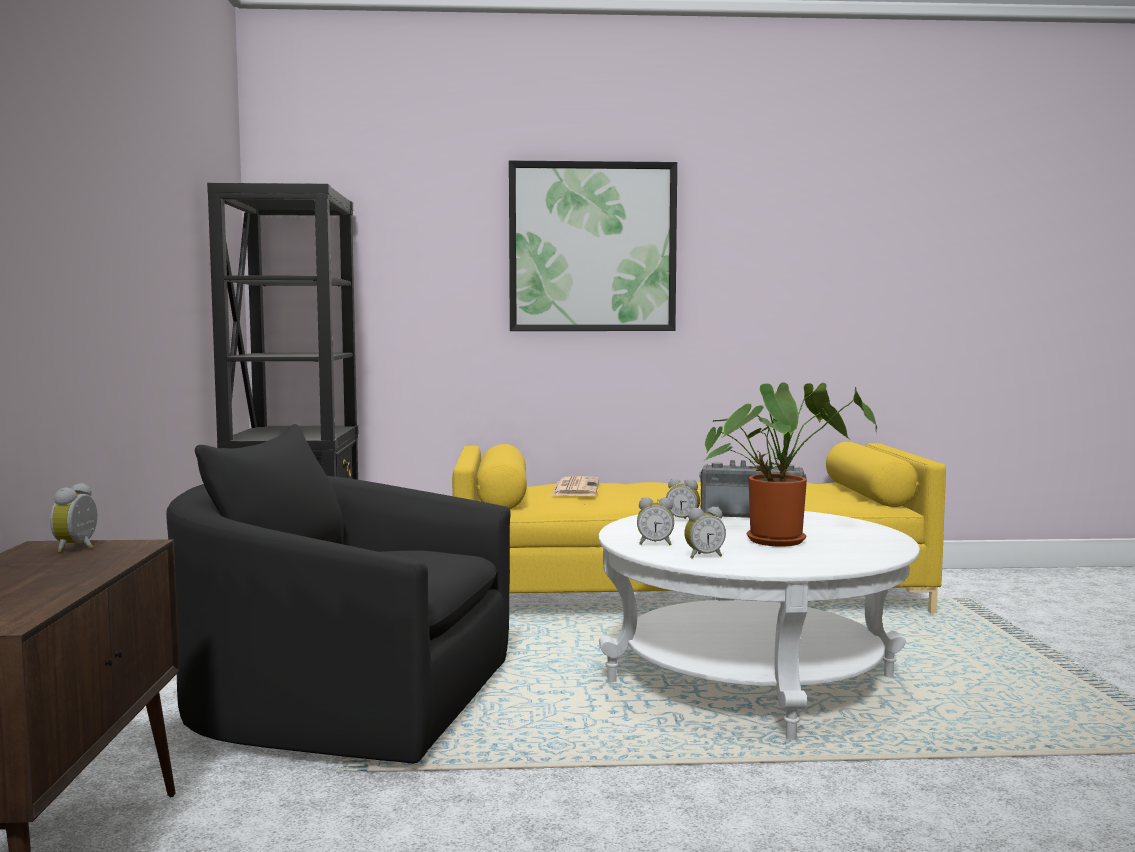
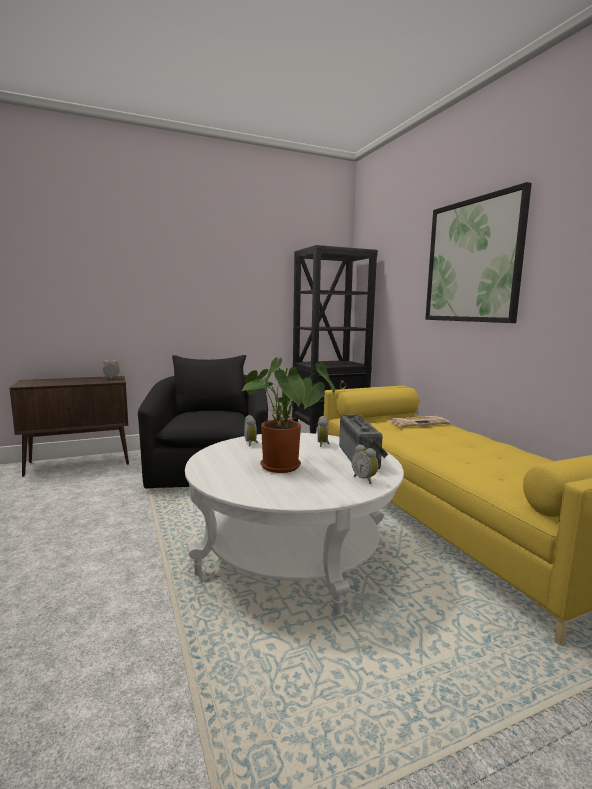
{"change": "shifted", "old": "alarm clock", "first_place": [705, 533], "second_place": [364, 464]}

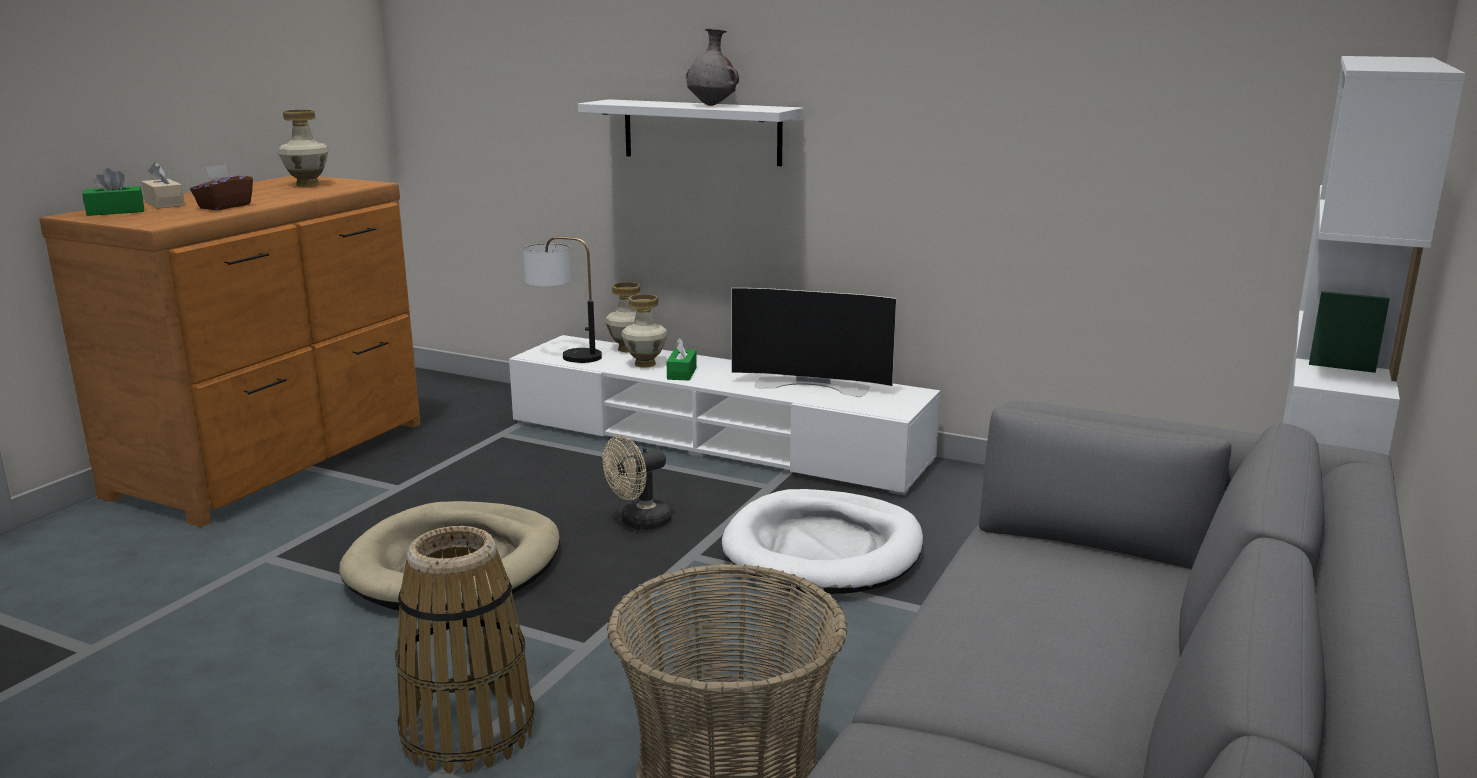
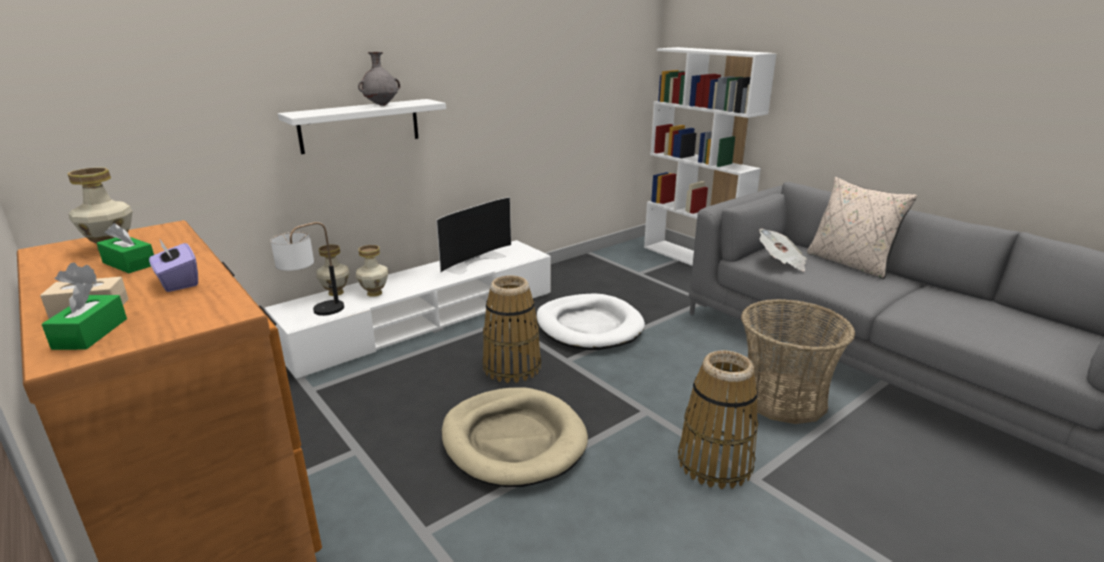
{"change": "shifted", "old": "tissue box/green", "first_place": [682, 359], "second_place": [125, 248]}
{"change": "repainted", "old": "tissue box/brown", "new": "tissue box/purple", "first_place": [221, 187], "second_place": [173, 265]}
{"change": "swapped", "old": "fan/beige", "new": "basket", "first_place": [637, 483], "second_place": [511, 329]}
{"change": "new", "new": "newspaper", "second_place": [783, 250]}
{"change": "new", "new": "pillow/beige", "second_place": [862, 228]}

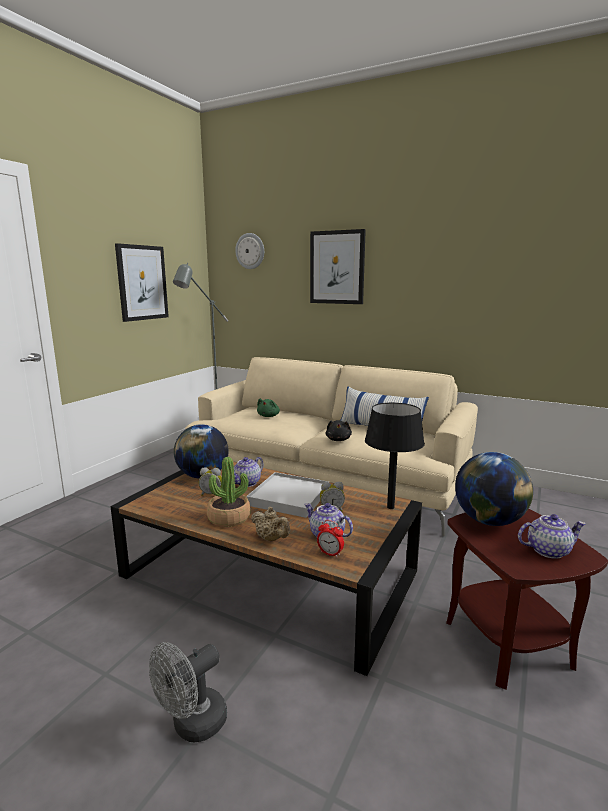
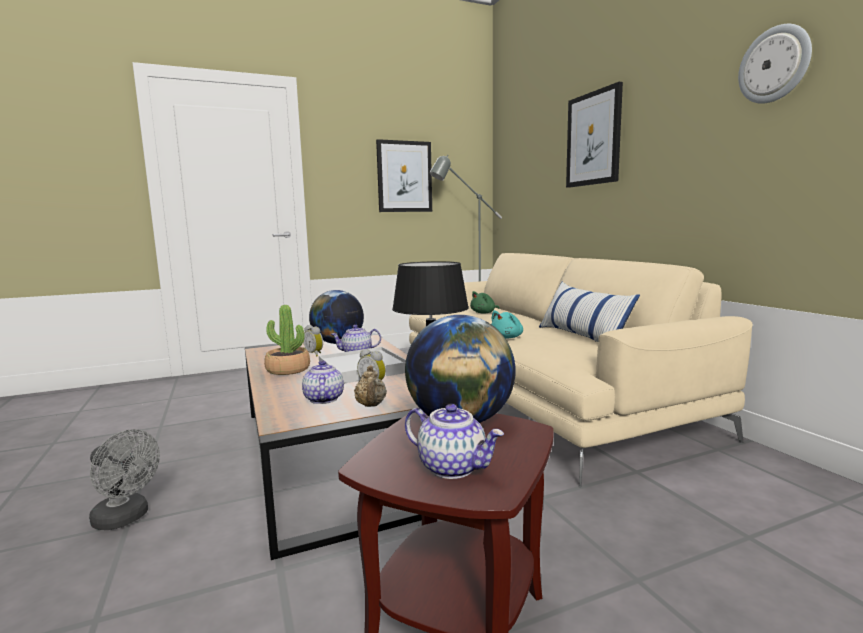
{"change": "rotated", "old": "fan/grey", "first_place": [188, 692], "second_place": [124, 479], "degrees": -150}
{"change": "shifted", "old": "teapot/beige", "first_place": [270, 524], "second_place": [370, 386]}
{"change": "repainted", "old": "plush toy/black", "new": "plush toy/turquoise", "first_place": [338, 430], "second_place": [507, 324]}
{"change": "shifted", "old": "wall clock", "first_place": [249, 251], "second_place": [775, 64]}
{"change": "gone", "old": "alarm clock", "first_place": [330, 539]}

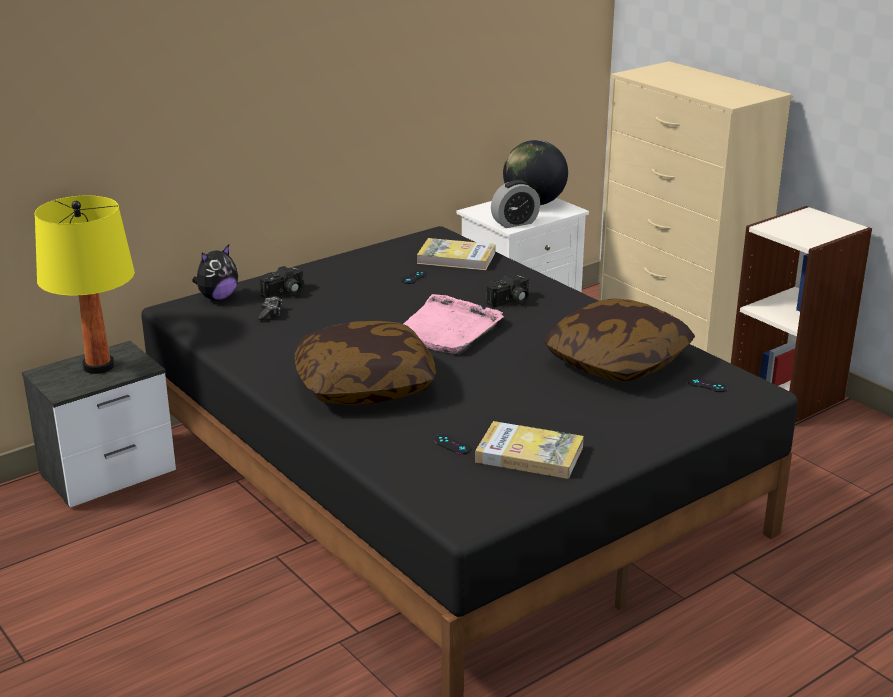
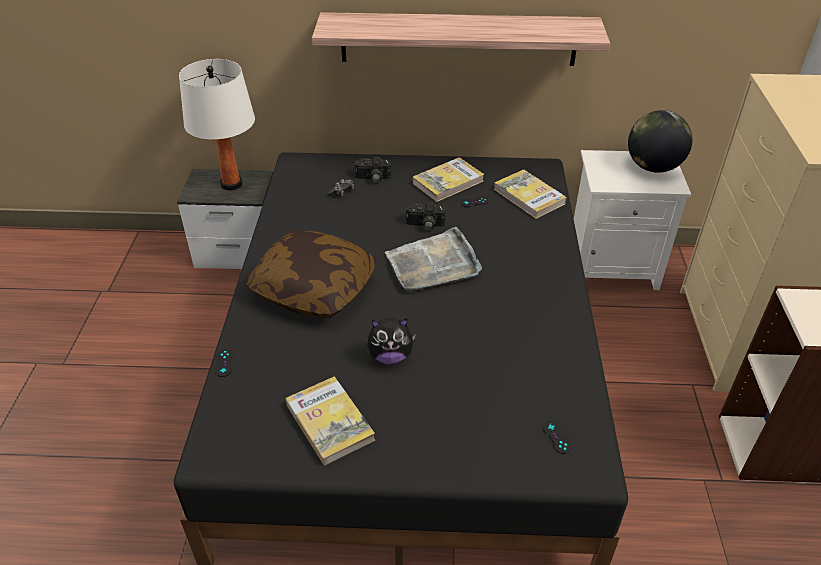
{"change": "repainted", "old": "table lamp/yellow", "new": "table lamp/white", "first_place": [85, 284], "second_place": [217, 124]}
{"change": "shifted", "old": "game controller/black", "first_place": [452, 445], "second_place": [224, 363]}
{"change": "new", "new": "shelf", "second_place": [461, 39]}
{"change": "shifted", "old": "plush toy", "first_place": [215, 273], "second_place": [391, 341]}
{"change": "repainted", "old": "tray/pink", "new": "tray/grey", "first_place": [454, 324], "second_place": [433, 259]}
{"change": "shifted", "old": "photo camera", "first_place": [507, 290], "second_place": [425, 216]}
{"change": "new", "new": "book", "second_place": [448, 179]}
{"change": "gone", "old": "alarm clock", "first_place": [515, 204]}
{"change": "gone", "old": "pillow", "first_place": [619, 340]}

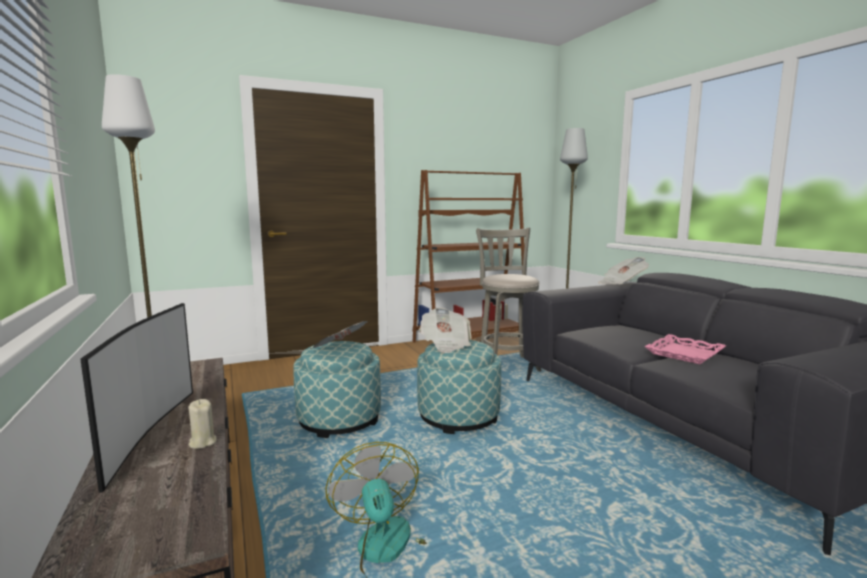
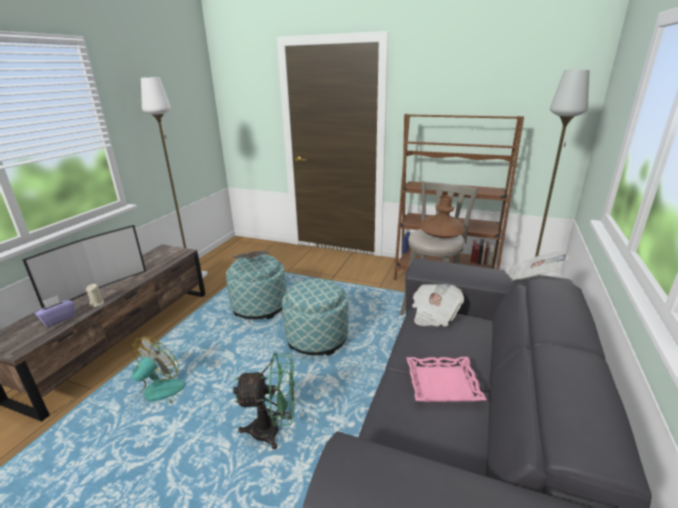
{"change": "new", "new": "tissue box/purple", "second_place": [55, 311]}
{"change": "new", "new": "fan/green", "second_place": [264, 401]}
{"change": "shifted", "old": "newspaper", "first_place": [445, 330], "second_place": [438, 305]}
{"change": "new", "new": "vase/brown", "second_place": [442, 216]}

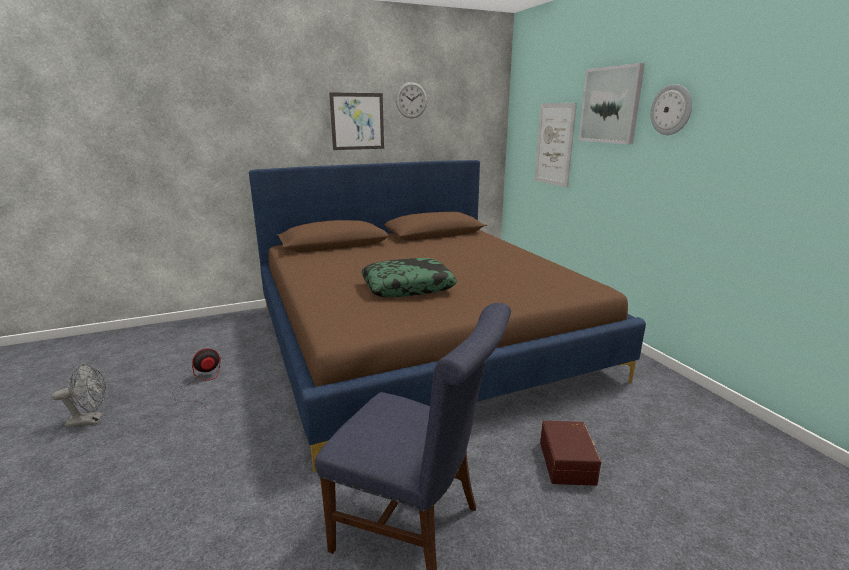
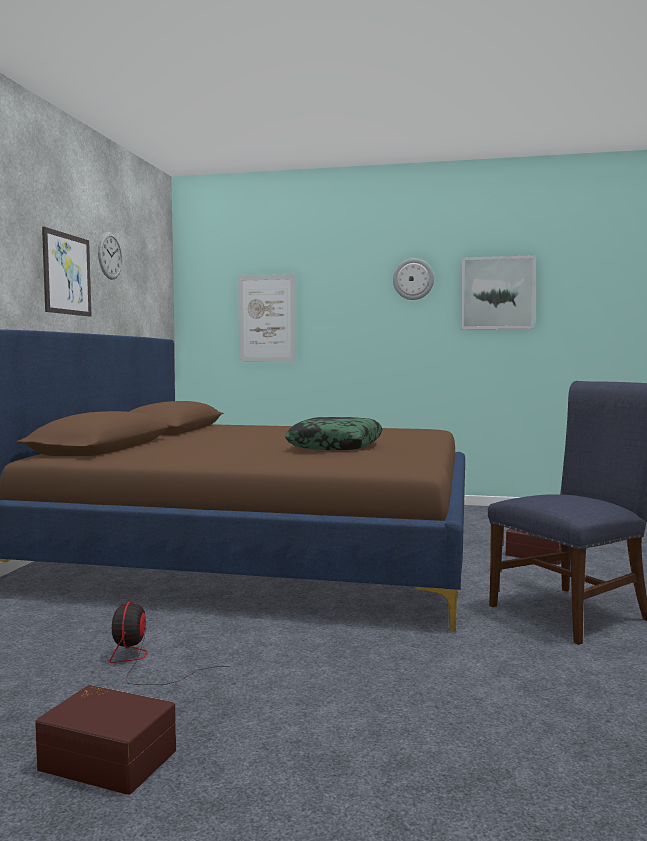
{"change": "swapped", "old": "fan/grey", "new": "storage box/brown", "first_place": [79, 396], "second_place": [105, 740]}
{"change": "shifted", "old": "picture", "first_place": [612, 103], "second_place": [498, 292]}

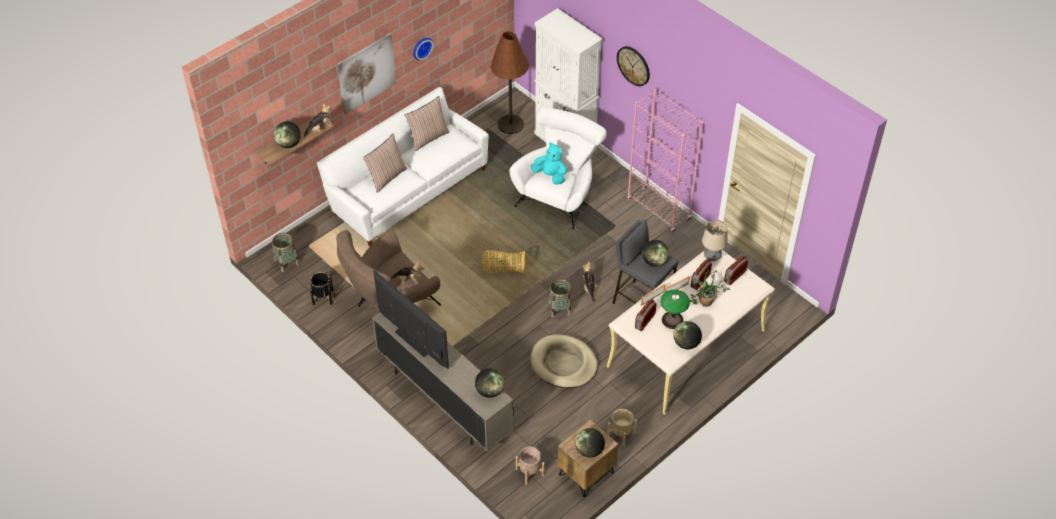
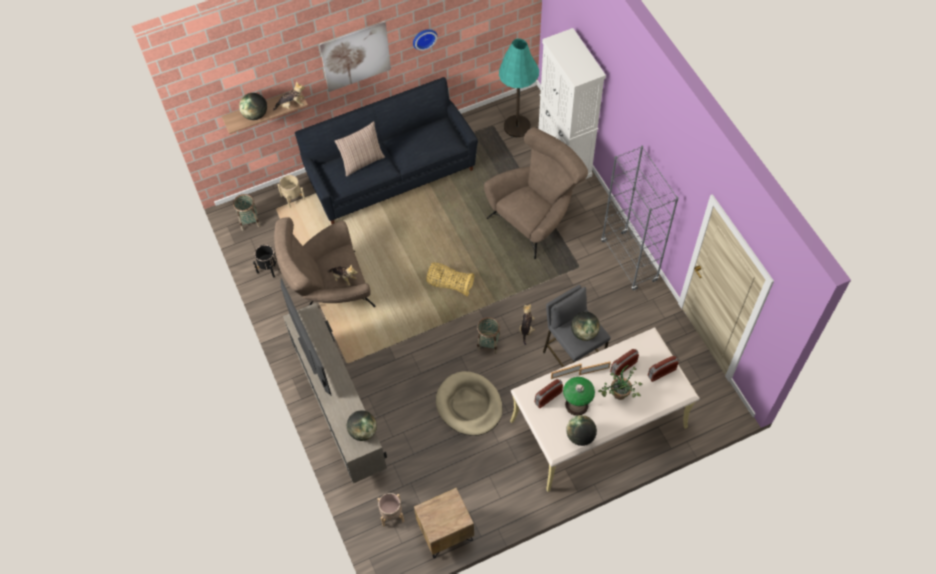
{"change": "shifted", "old": "planter/beige", "first_place": [622, 427], "second_place": [291, 191]}
{"change": "repainted", "old": "sofa/white", "new": "sofa/black", "first_place": [403, 166], "second_place": [386, 150]}
{"change": "repainted", "old": "armchair/white", "new": "armchair/brown", "first_place": [558, 168], "second_place": [536, 193]}
{"change": "repainted", "old": "floor lamp/brown", "new": "floor lamp/turquoise", "first_place": [510, 82], "second_place": [519, 87]}
{"change": "repainted", "old": "bookcase/pink", "new": "bookcase/grey", "first_place": [665, 161], "second_place": [640, 218]}
{"change": "gone", "old": "pillow", "first_place": [427, 123]}
{"change": "gone", "old": "plush toy/turquoise", "first_place": [549, 163]}
{"change": "gone", "old": "globe", "first_place": [590, 443]}
{"change": "gone", "old": "wall clock", "first_place": [633, 66]}
{"change": "gone", "old": "table lamp", "first_place": [715, 240]}

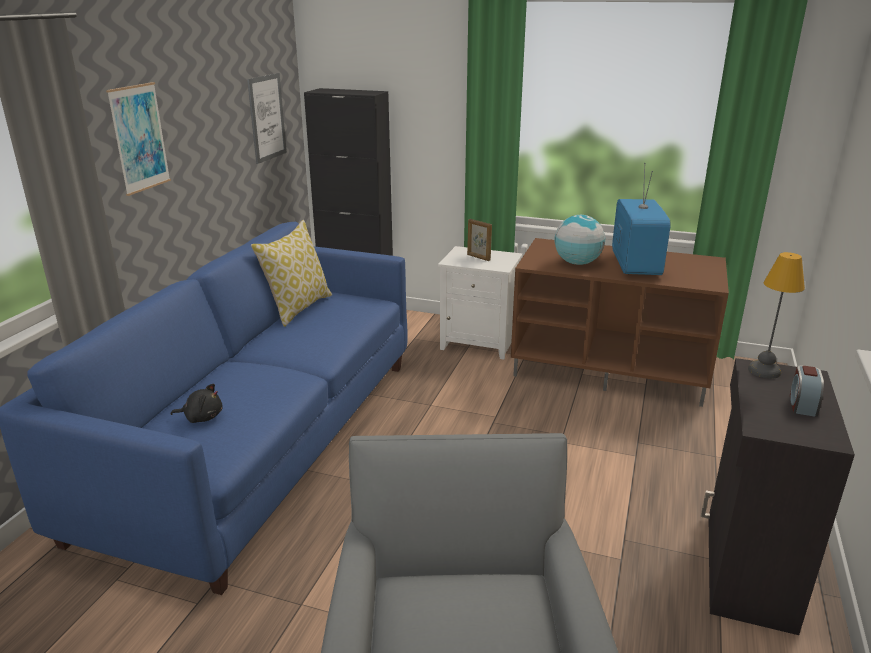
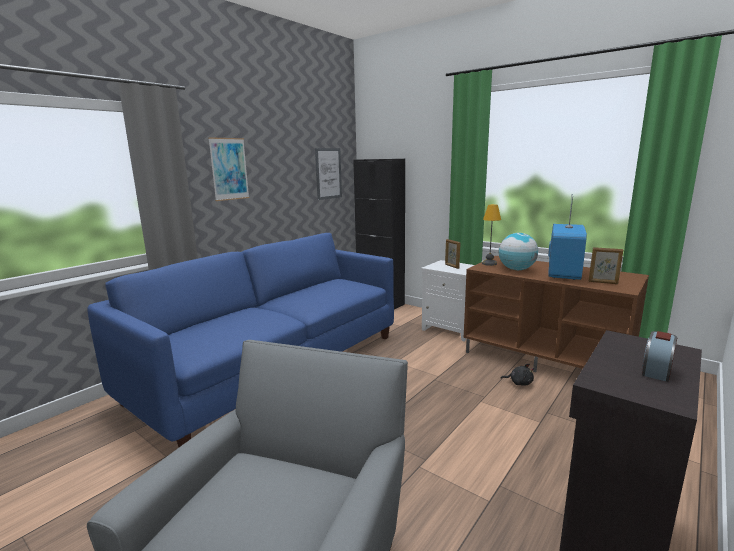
{"change": "shifted", "old": "table lamp", "first_place": [776, 315], "second_place": [491, 235]}
{"change": "shifted", "old": "plush toy/black", "first_place": [197, 403], "second_place": [517, 375]}
{"change": "new", "new": "picture frame", "second_place": [606, 265]}
{"change": "gone", "old": "pillow", "first_place": [291, 273]}

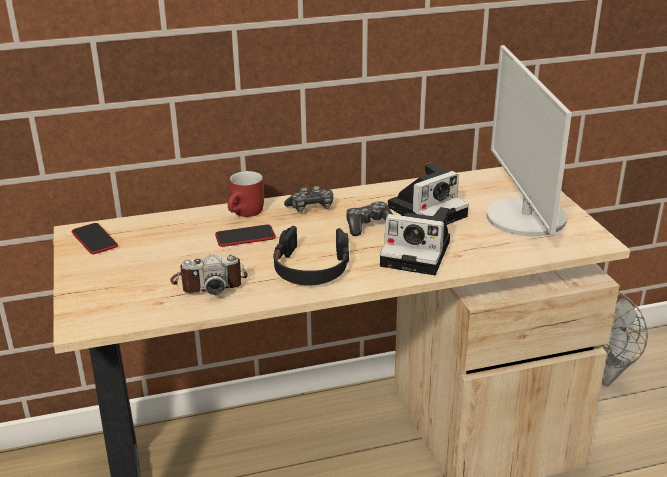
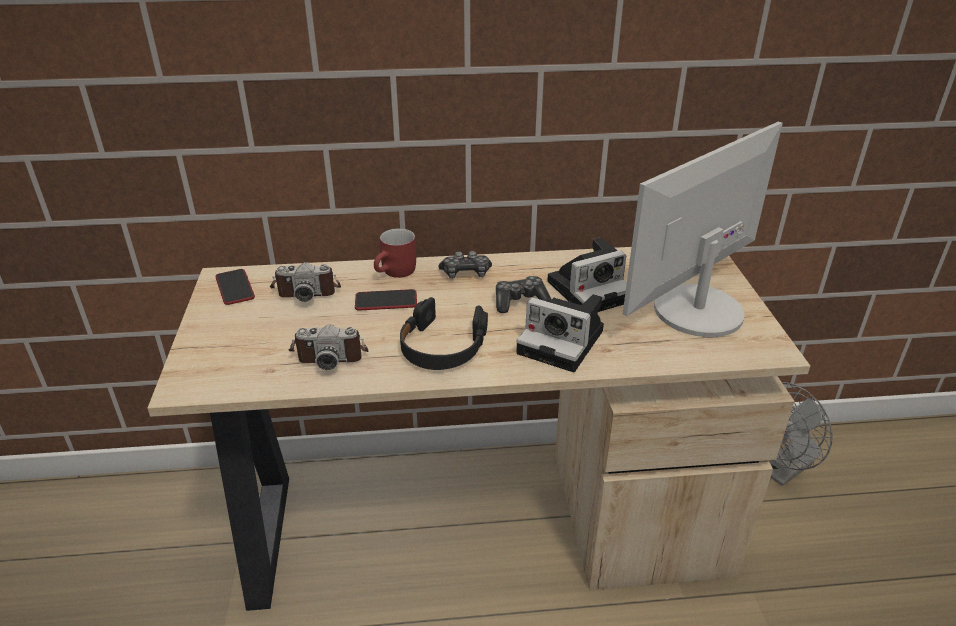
{"change": "new", "new": "photo camera", "second_place": [305, 282]}
{"change": "rotated", "old": "monitor", "first_place": [529, 140], "second_place": [703, 229], "degrees": 45}

